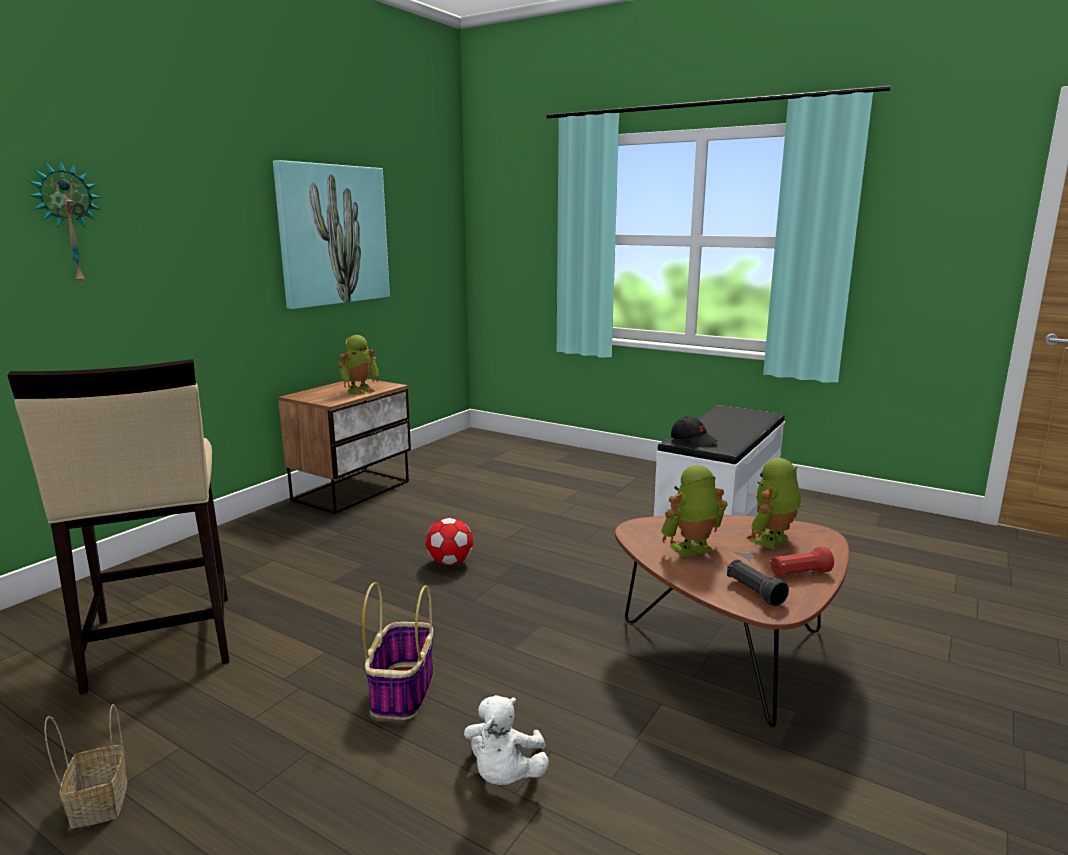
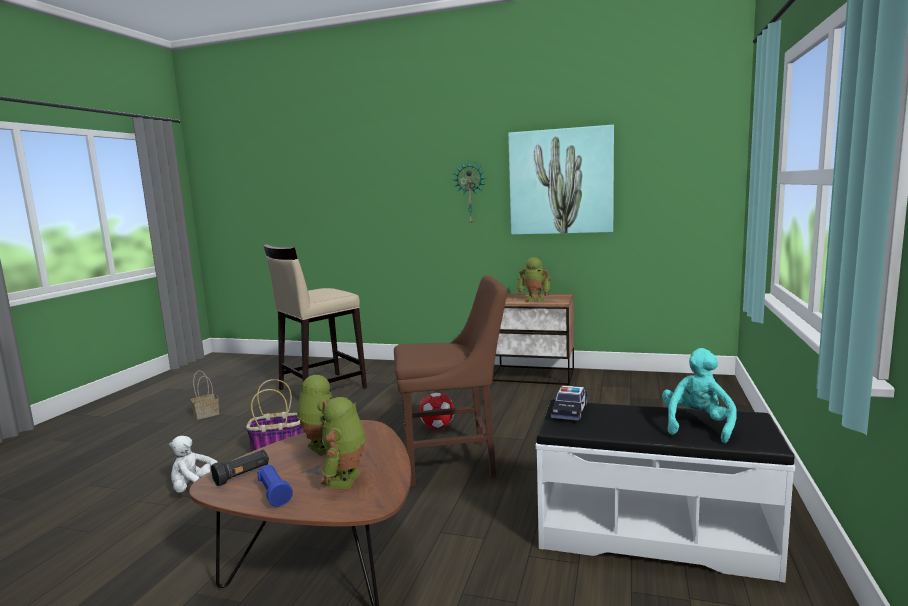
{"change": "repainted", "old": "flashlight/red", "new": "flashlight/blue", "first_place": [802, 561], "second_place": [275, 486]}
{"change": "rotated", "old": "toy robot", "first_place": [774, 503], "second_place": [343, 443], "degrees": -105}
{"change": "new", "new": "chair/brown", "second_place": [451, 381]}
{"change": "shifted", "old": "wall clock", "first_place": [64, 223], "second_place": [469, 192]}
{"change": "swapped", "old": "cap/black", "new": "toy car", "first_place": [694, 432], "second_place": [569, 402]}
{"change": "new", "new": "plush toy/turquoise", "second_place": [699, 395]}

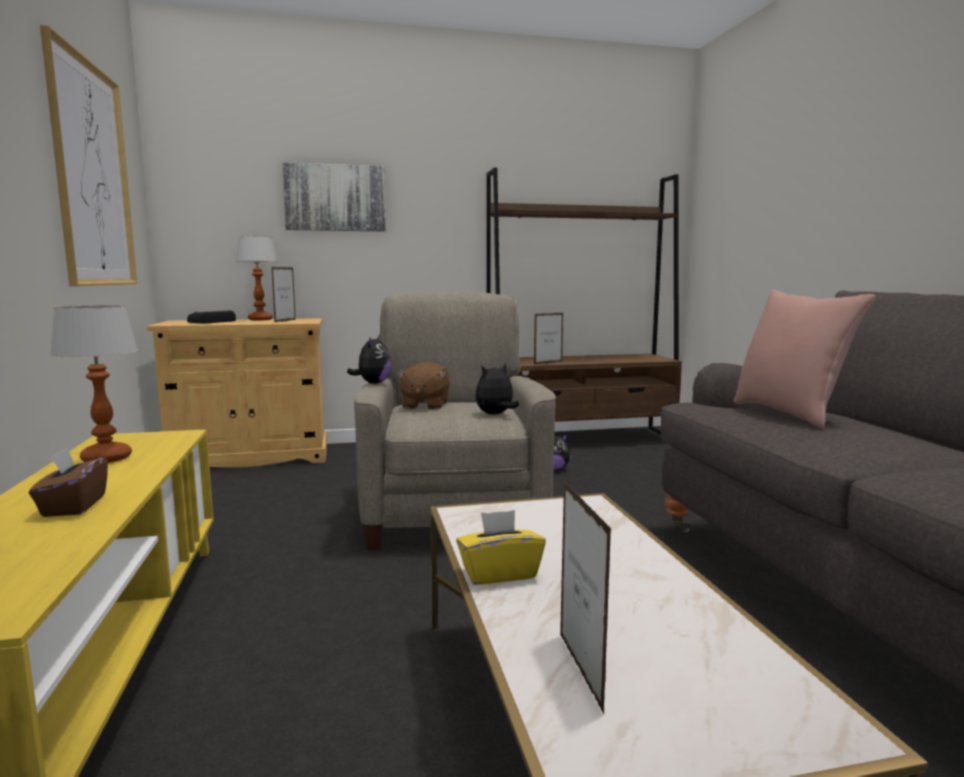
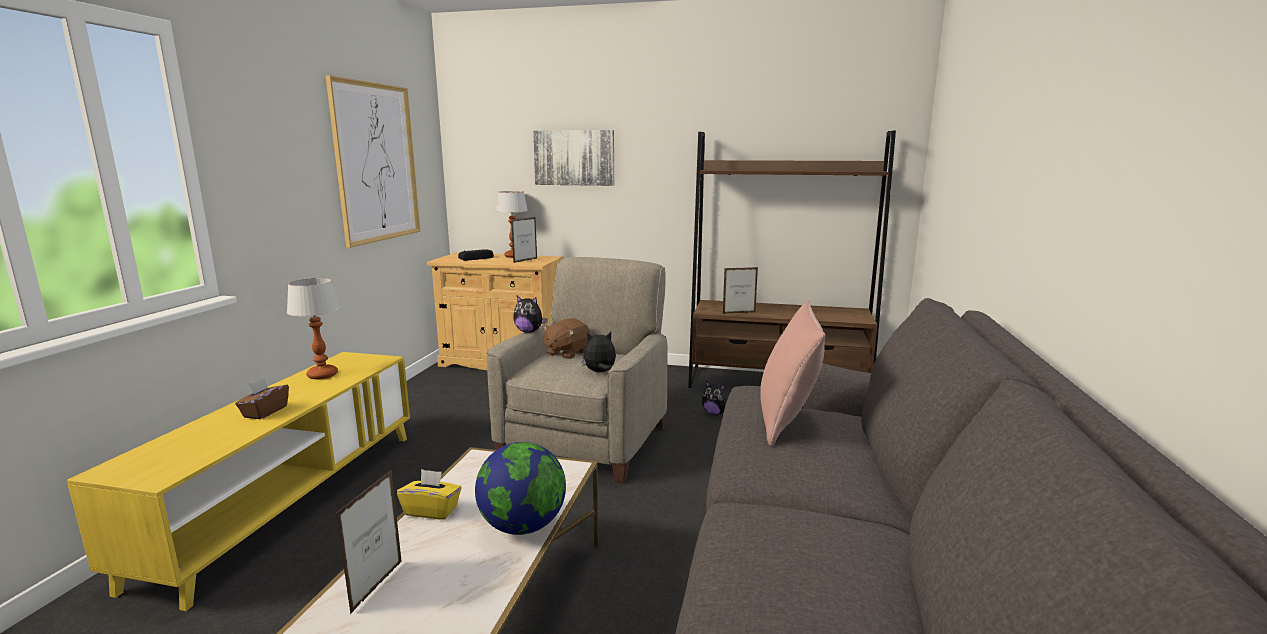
{"change": "new", "new": "globe", "second_place": [520, 488]}
{"change": "rotated", "old": "plush toy", "first_place": [369, 359], "second_place": [530, 314], "degrees": 75}

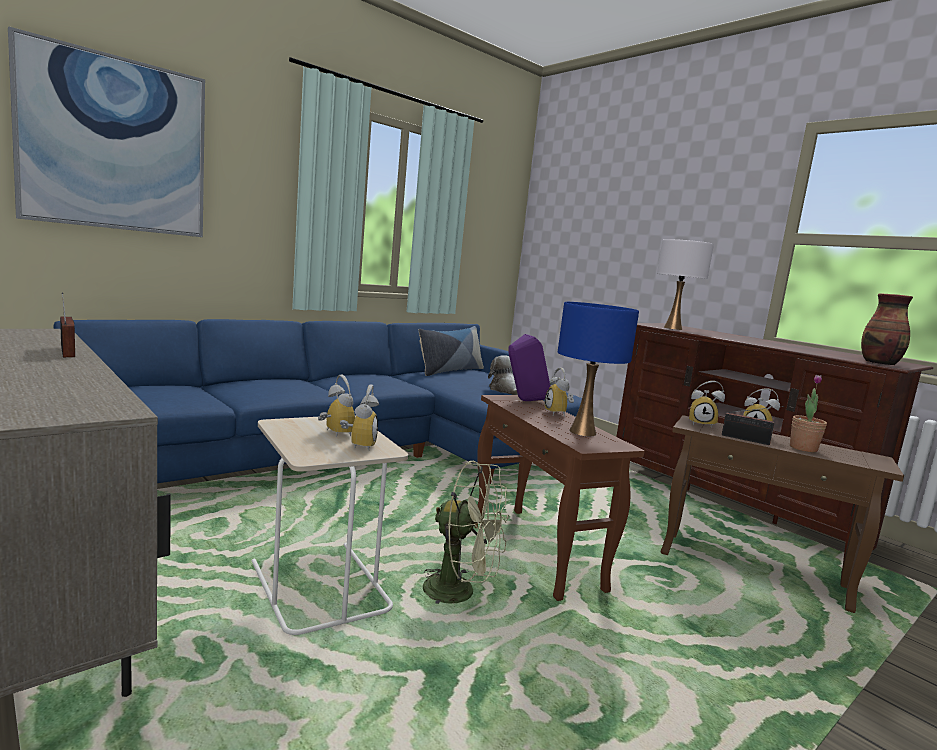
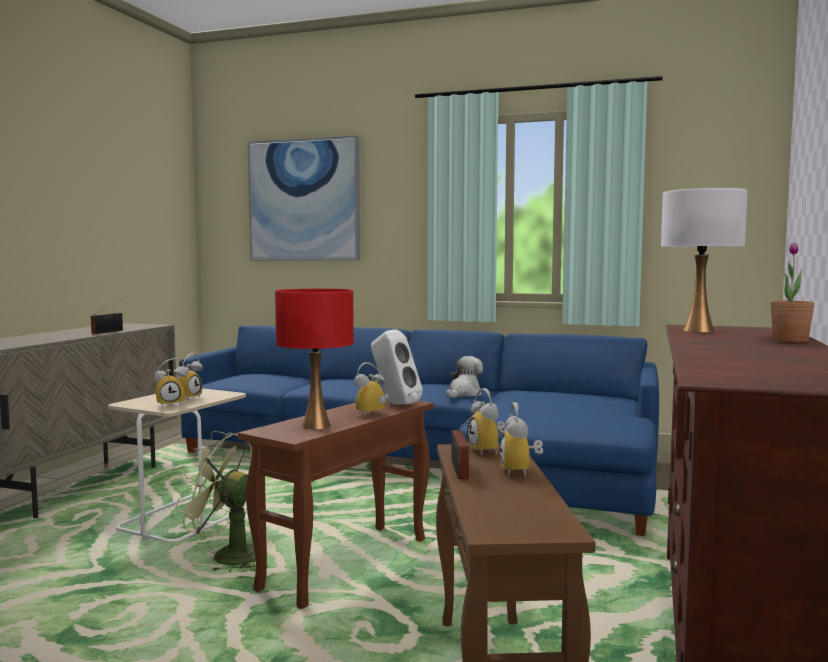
{"change": "rotated", "old": "fan/green", "first_place": [466, 533], "second_place": [215, 502], "degrees": 120}
{"change": "repainted", "old": "table lamp/blue", "new": "table lamp/red", "first_place": [598, 369], "second_place": [314, 359]}
{"change": "repainted", "old": "speaker/purple", "new": "speaker/white", "first_place": [530, 367], "second_place": [397, 367]}
{"change": "shifted", "old": "plush toy", "first_place": [503, 375], "second_place": [464, 377]}
{"change": "shifted", "old": "potted plant", "first_place": [808, 413], "second_place": [792, 292]}
{"change": "gone", "old": "pillow", "first_place": [451, 351]}
{"change": "gone", "old": "vase", "first_place": [887, 329]}

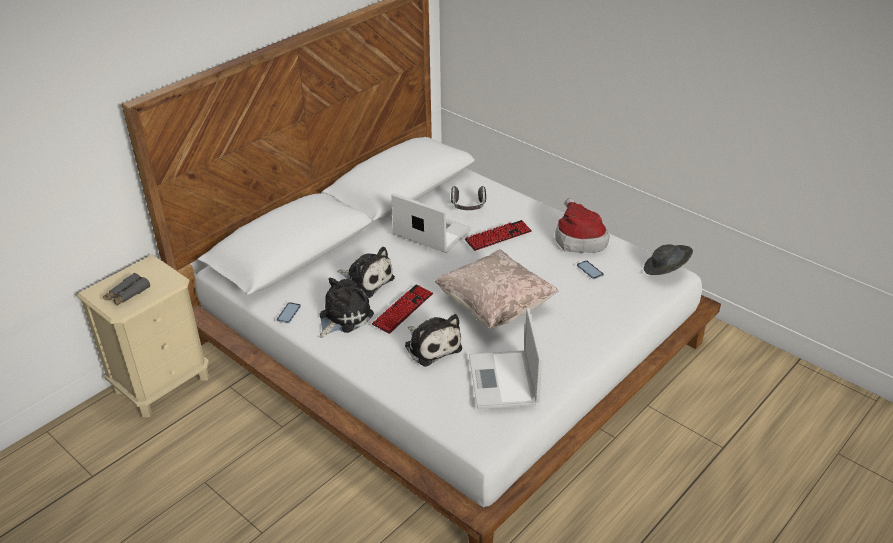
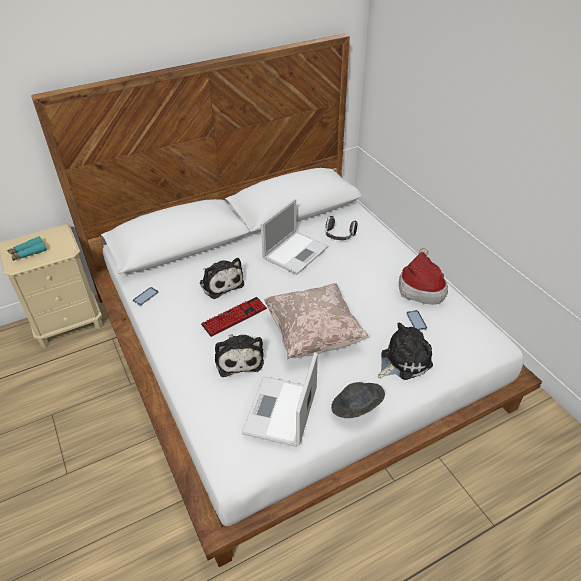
{"change": "repainted", "old": "binoculars/grey", "new": "binoculars/turquoise", "first_place": [126, 289], "second_place": [27, 248]}
{"change": "rotated", "old": "laptop", "first_place": [431, 223], "second_place": [294, 237], "degrees": 75}
{"change": "shifted", "old": "hat/grey", "first_place": [668, 260], "second_place": [358, 400]}
{"change": "shifted", "old": "plush toy", "first_place": [346, 308], "second_place": [405, 351]}
{"change": "gone", "old": "keyboard", "first_place": [498, 235]}

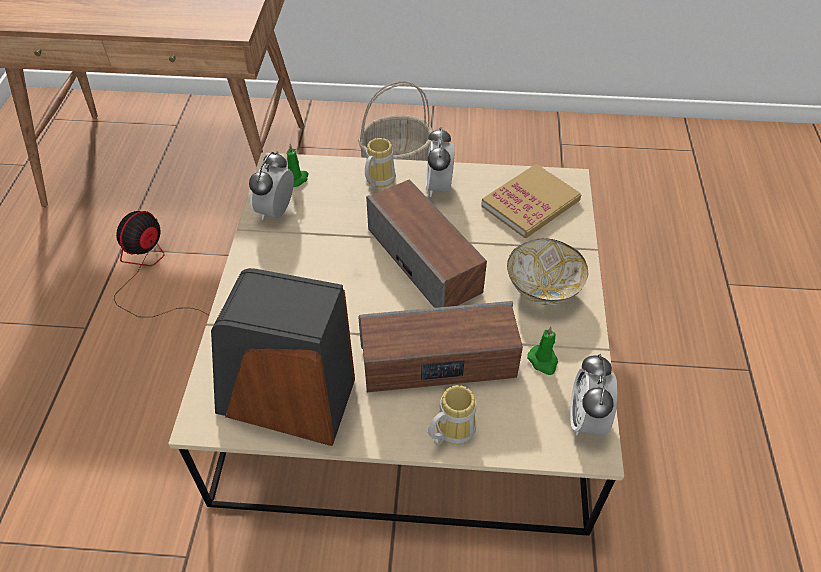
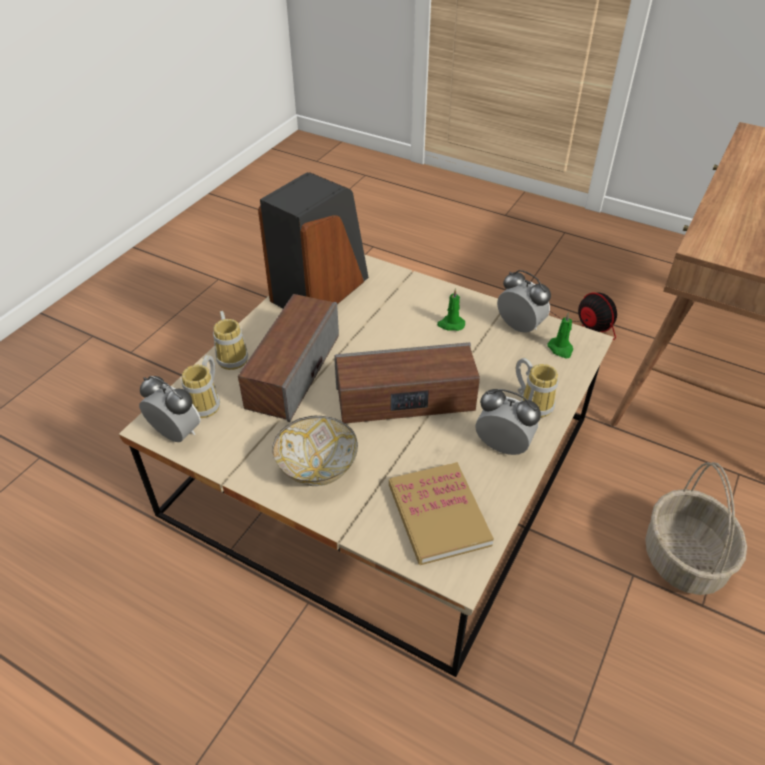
{"change": "new", "new": "mug", "second_place": [201, 386]}
{"change": "shifted", "old": "candle/green", "first_place": [542, 350], "second_place": [451, 309]}

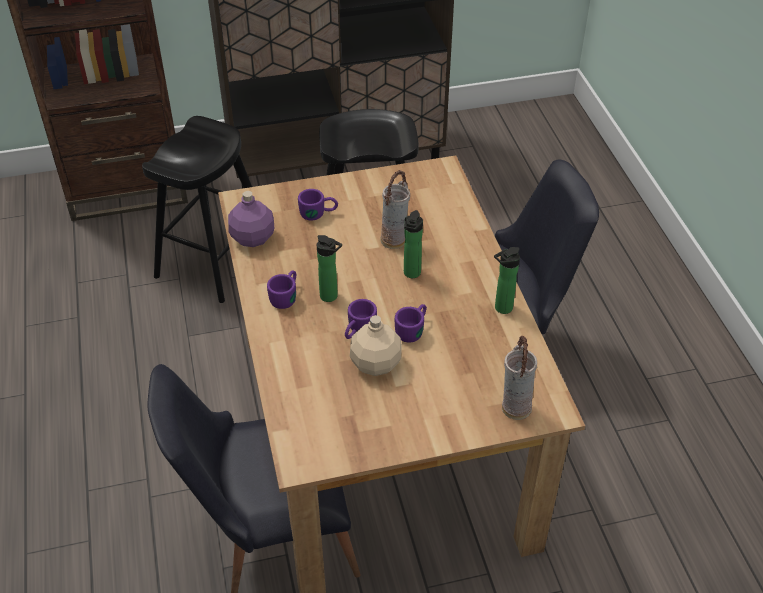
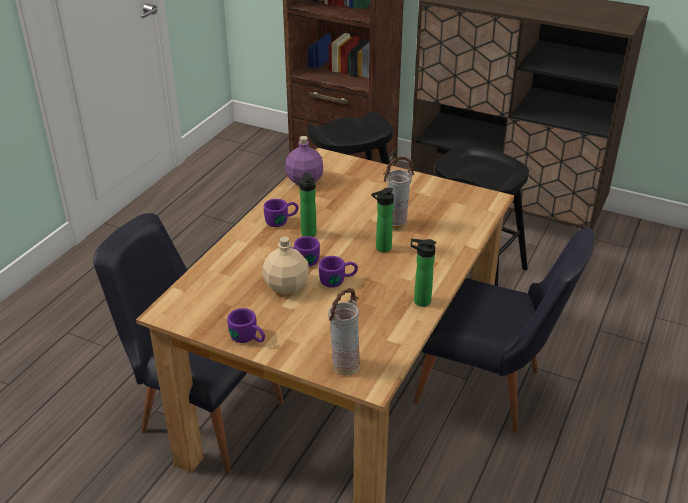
{"change": "shifted", "old": "mug/purple", "first_place": [318, 205], "second_place": [246, 325]}

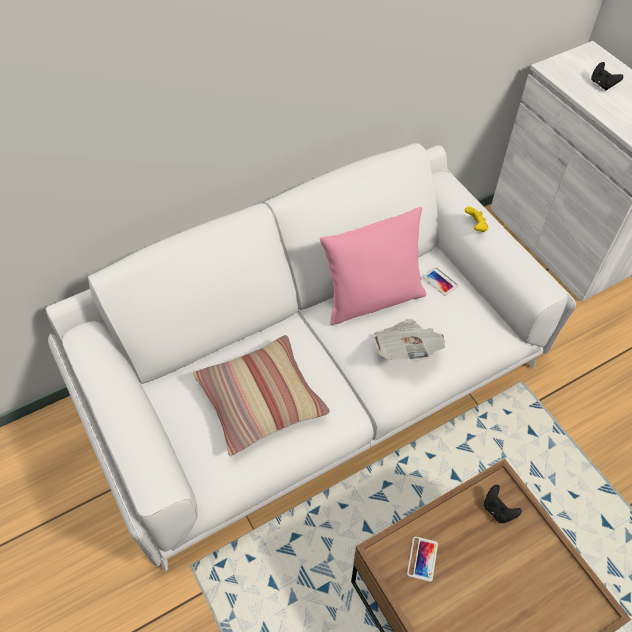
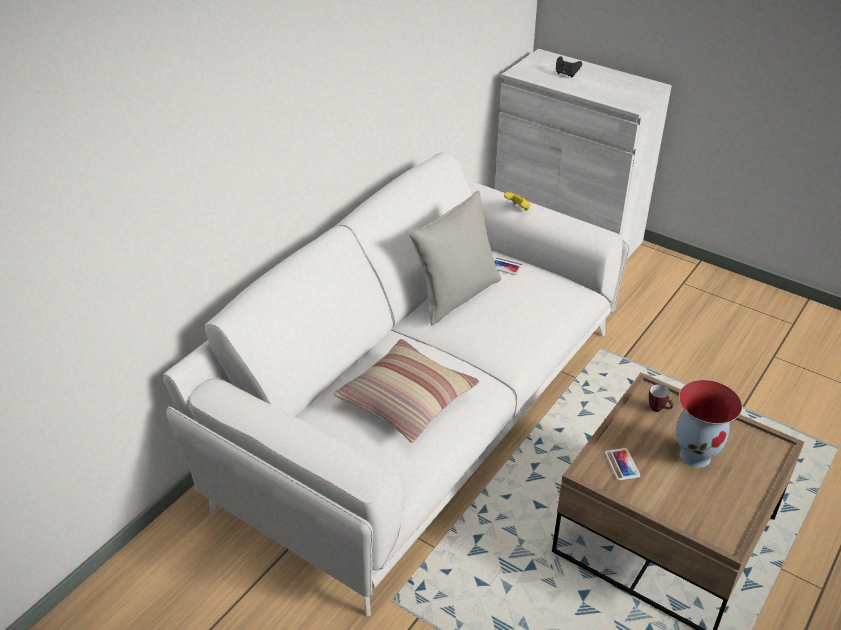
{"change": "repainted", "old": "pillow/pink", "new": "pillow/grey", "first_place": [373, 266], "second_place": [455, 258]}
{"change": "swapped", "old": "game controller/black", "new": "mug", "first_place": [503, 504], "second_place": [661, 398]}
{"change": "new", "new": "vase", "second_place": [709, 424]}
{"change": "gone", "old": "newspaper", "first_place": [409, 340]}

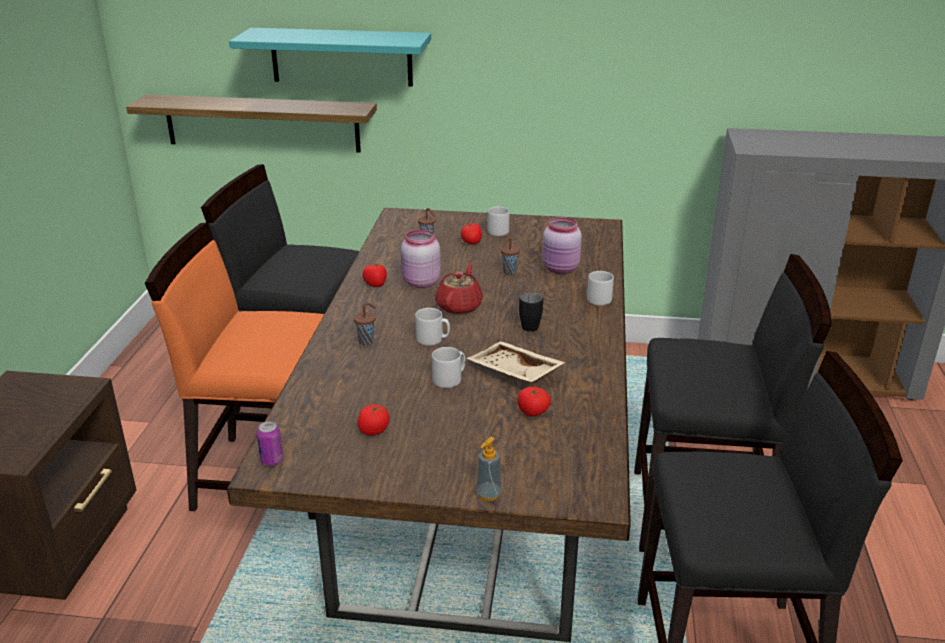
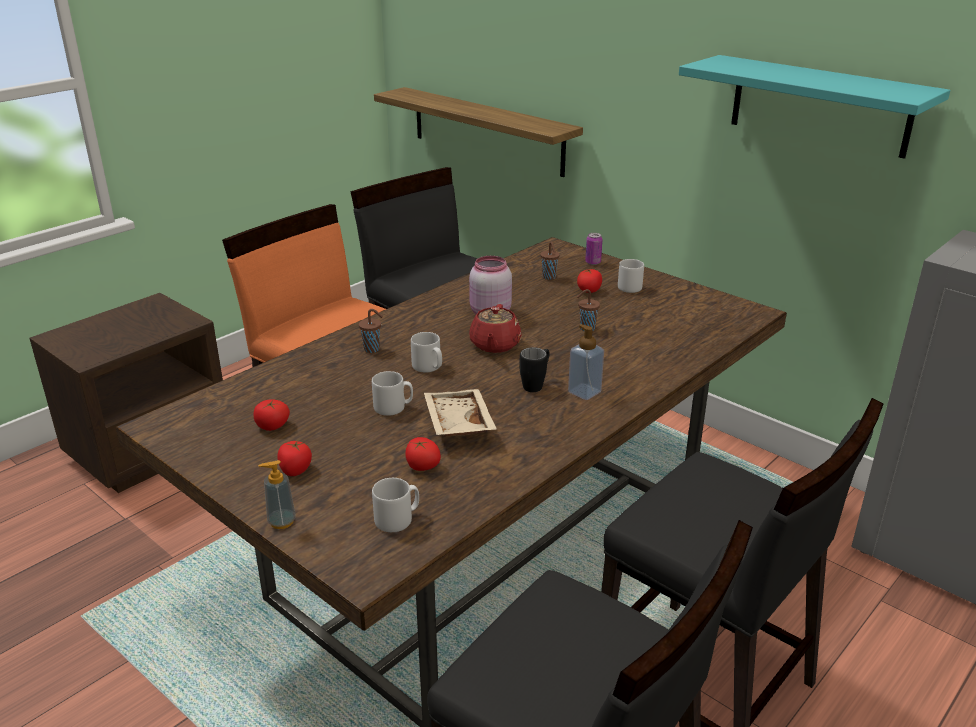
{"change": "shifted", "old": "tomato", "first_place": [375, 275], "second_place": [294, 457]}
{"change": "shifted", "old": "mug/grey", "first_place": [600, 288], "second_place": [395, 505]}
{"change": "rotated", "old": "teapot/red", "first_place": [459, 288], "second_place": [495, 328], "degrees": 135}
{"change": "new", "new": "soap dispenser", "second_place": [586, 362]}
{"change": "shifted", "old": "can", "first_place": [270, 443], "second_place": [594, 249]}
{"change": "shifted", "old": "shelf/turquoise", "first_place": [330, 57], "second_place": [814, 107]}
{"change": "gone", "old": "jar/pink", "first_place": [562, 245]}

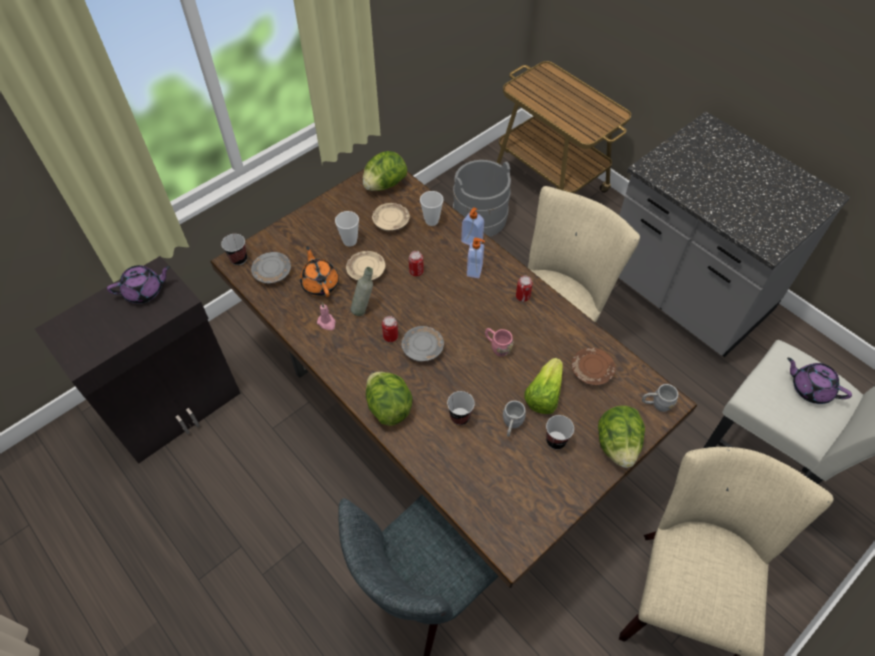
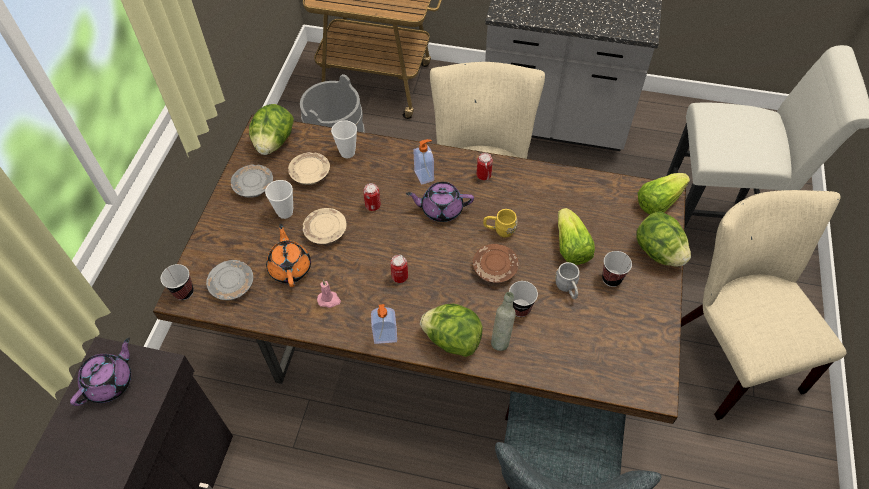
{"change": "shifted", "old": "plate/grey", "first_place": [422, 344], "second_place": [252, 181]}
{"change": "rotated", "old": "teapot/orange", "first_place": [319, 271], "second_place": [288, 255], "degrees": 45}
{"change": "shifted", "old": "soap dispenser", "first_place": [472, 226], "second_place": [384, 324]}
{"change": "shifted", "old": "teapot/purple", "first_place": [819, 381], "second_place": [440, 202]}
{"change": "shifted", "old": "plate/brown", "first_place": [593, 367], "second_place": [496, 263]}
{"change": "repainted", "old": "mug/pink", "new": "mug/yellow", "first_place": [499, 342], "second_place": [500, 223]}
{"change": "shifted", "old": "bottle/grey", "first_place": [362, 291], "second_place": [503, 321]}
{"change": "swapped", "old": "mug/grey", "new": "lettuce", "first_place": [660, 398], "second_place": [664, 194]}

